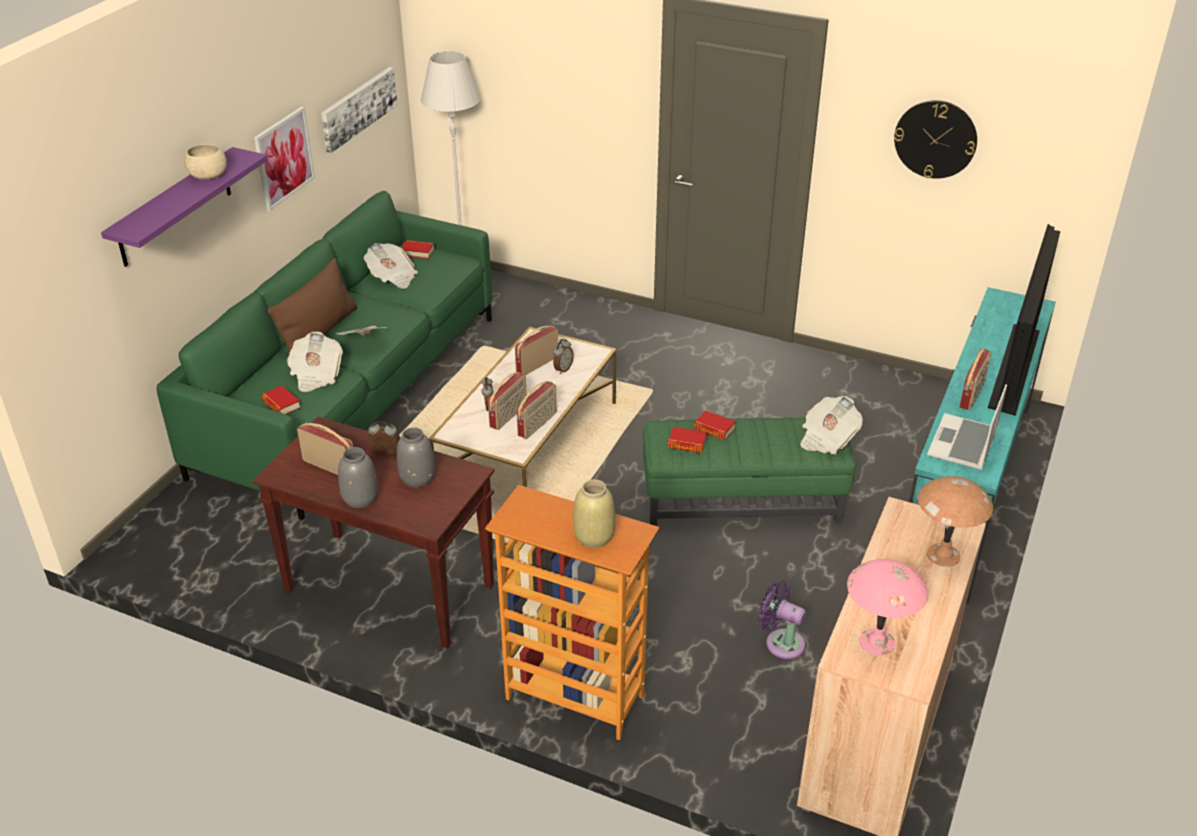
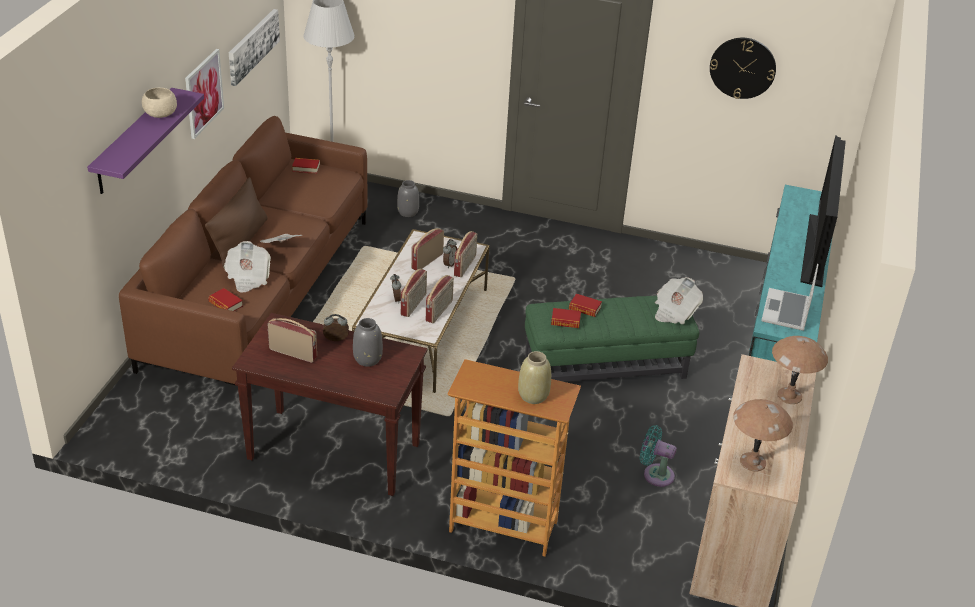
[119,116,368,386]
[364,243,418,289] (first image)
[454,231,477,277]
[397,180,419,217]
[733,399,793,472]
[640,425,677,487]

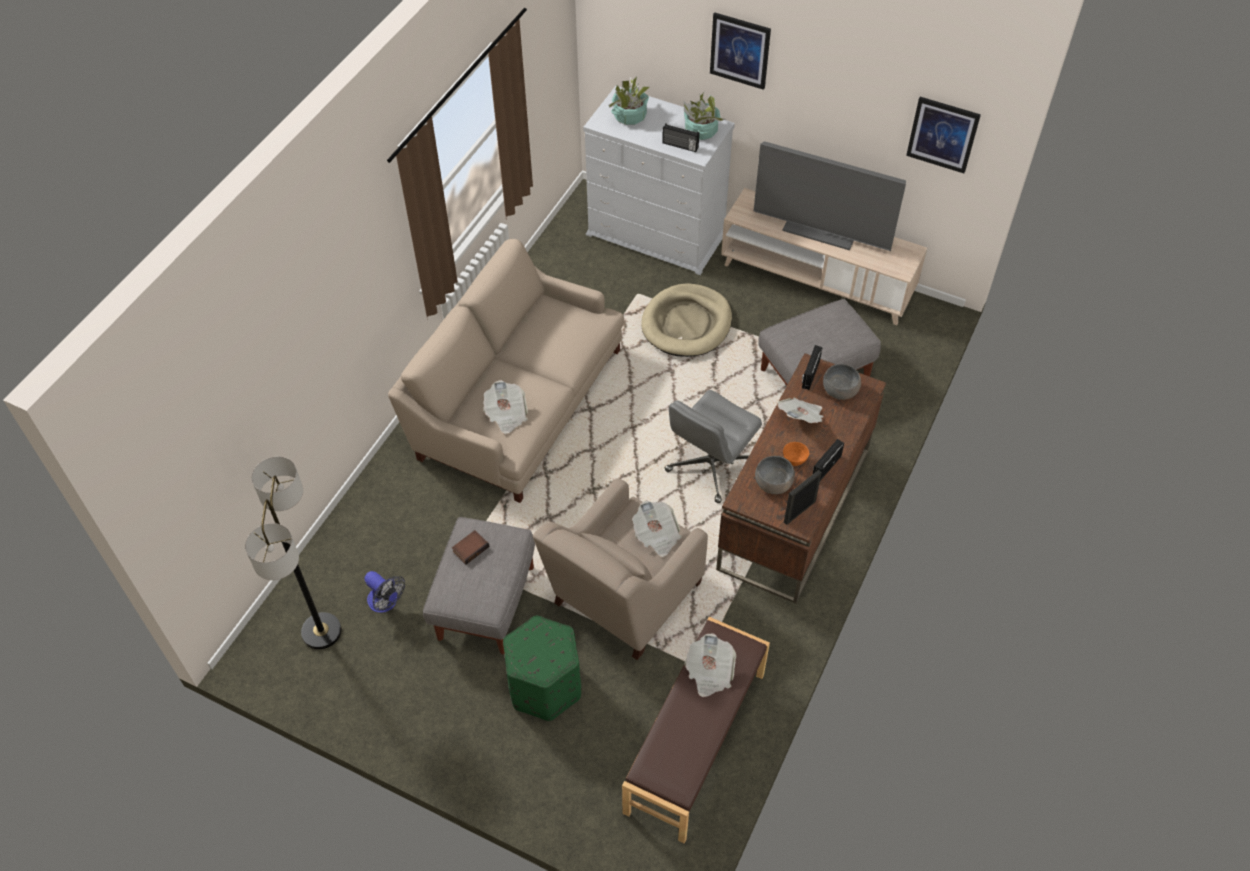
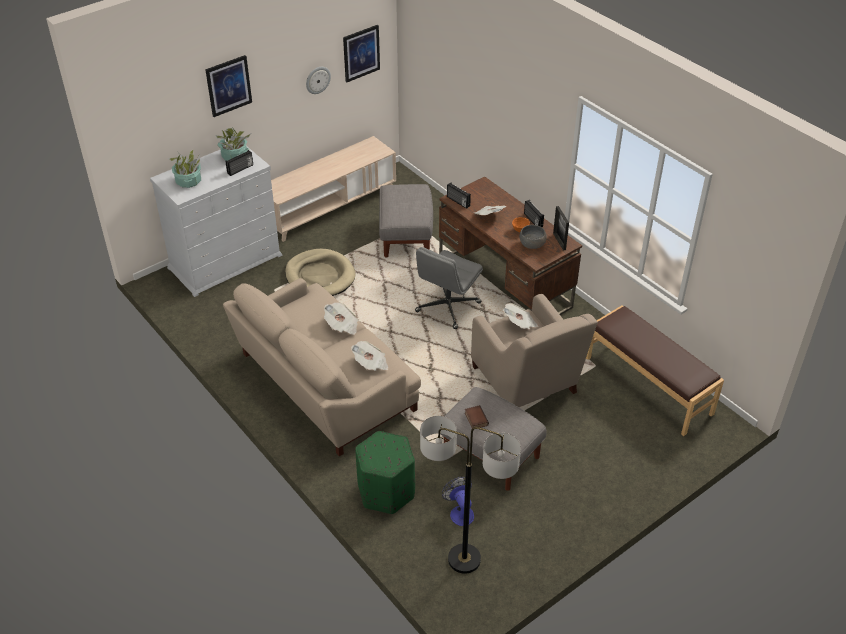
[754,141,906,251] (first image)
[823,364,861,400] (first image)
[415,247,483,329]
[442,477,474,526]
[355,431,415,514]
[324,302,359,335]
[306,67,331,94]

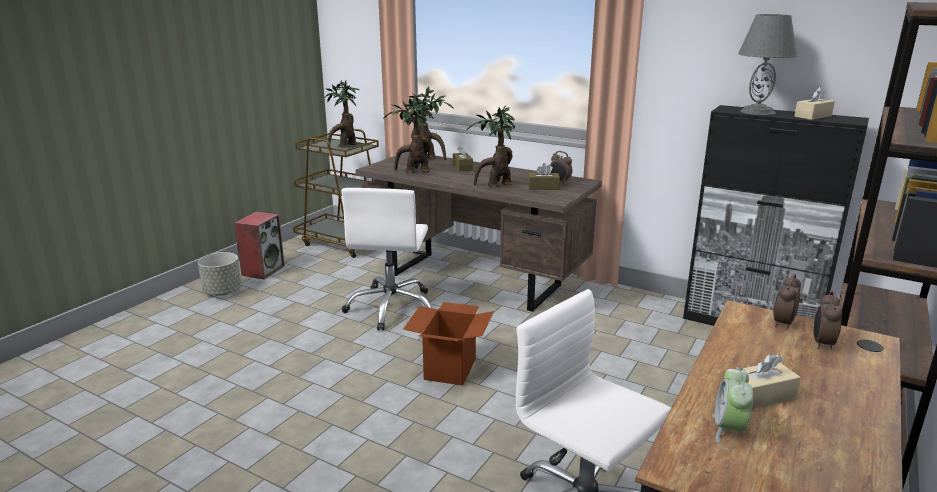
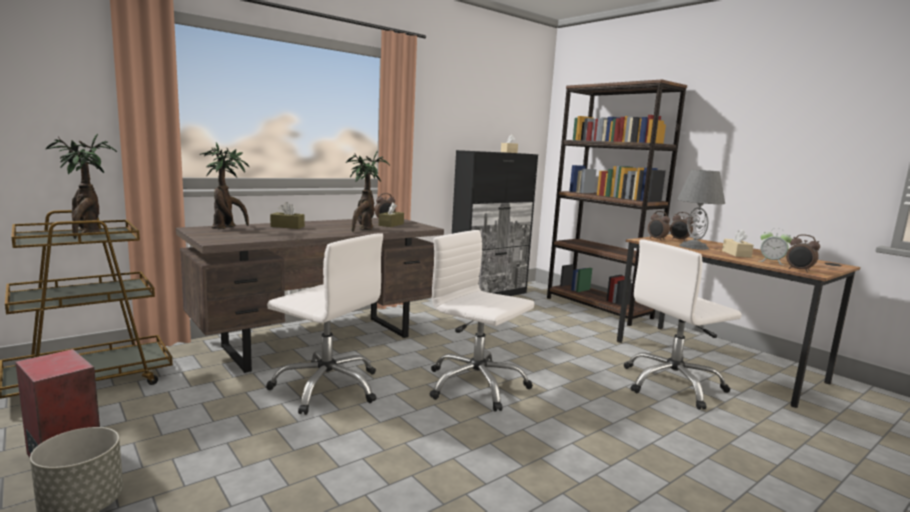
[677,170,725,250]
[383,97,434,173] (first image)
[430,230,534,411]
[786,234,820,273]

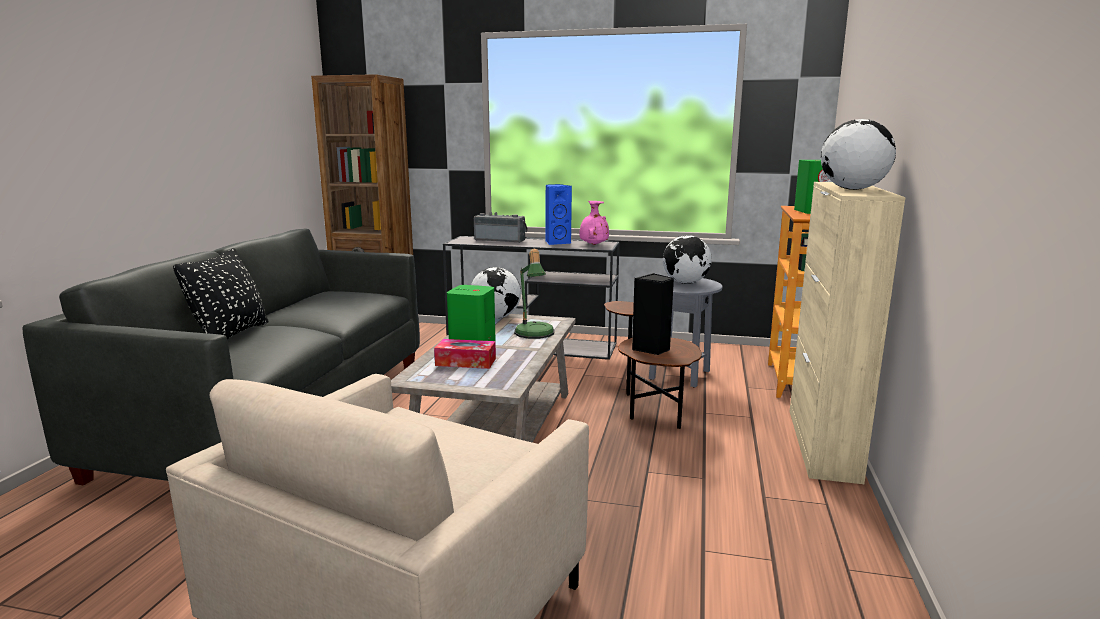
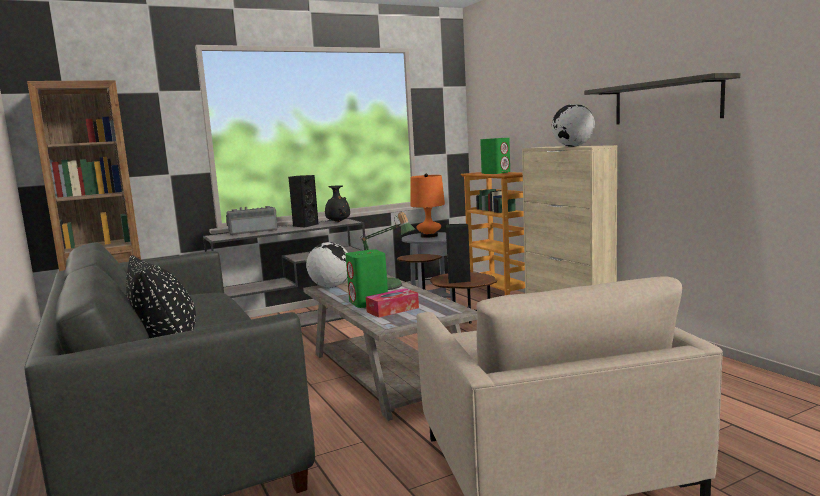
[288,175,318,228]
[325,185,350,222]
[410,173,445,238]
[584,73,740,125]

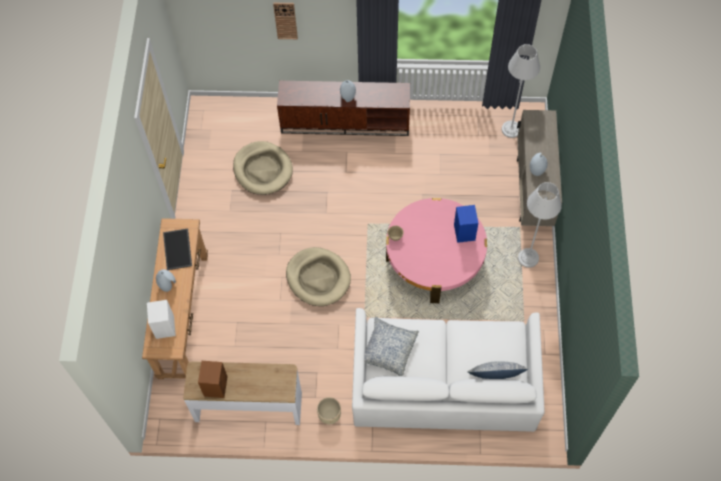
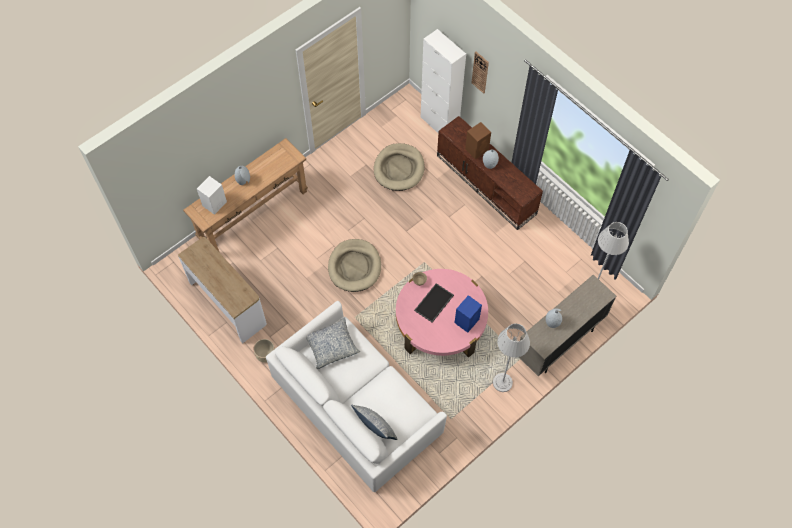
[414,283,454,323]
[465,122,491,159]
[421,29,466,133]

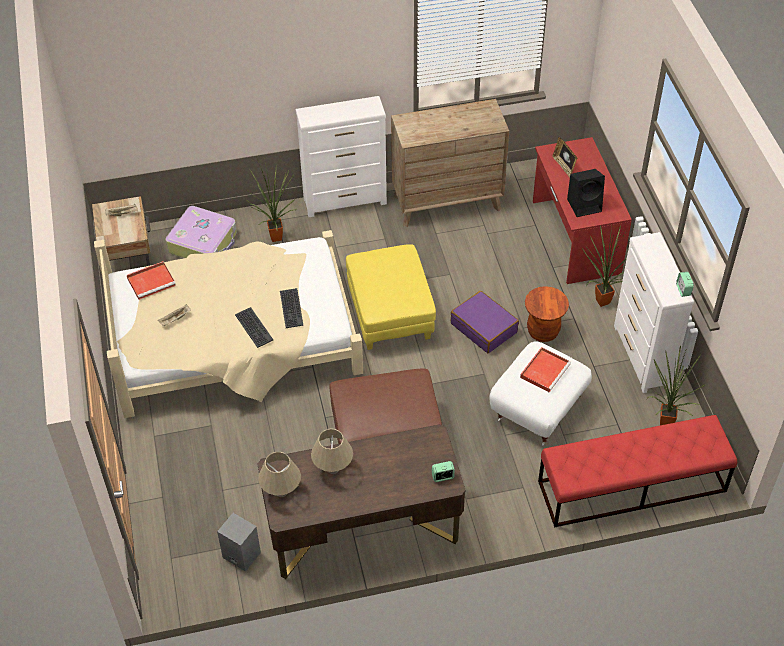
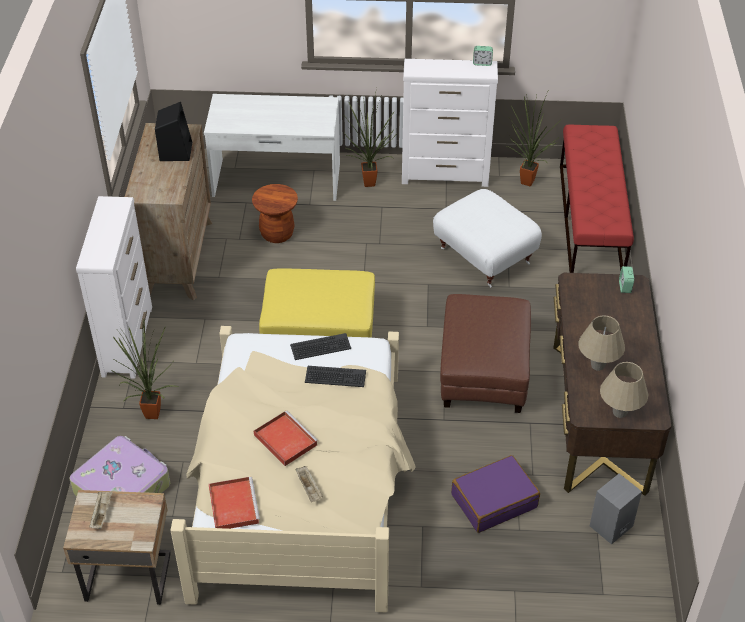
[204,94,340,201]
[552,137,577,178] (first image)
[155,102,192,161]
[252,184,298,243]
[451,455,540,533]
[290,333,351,360]
[254,410,318,466]

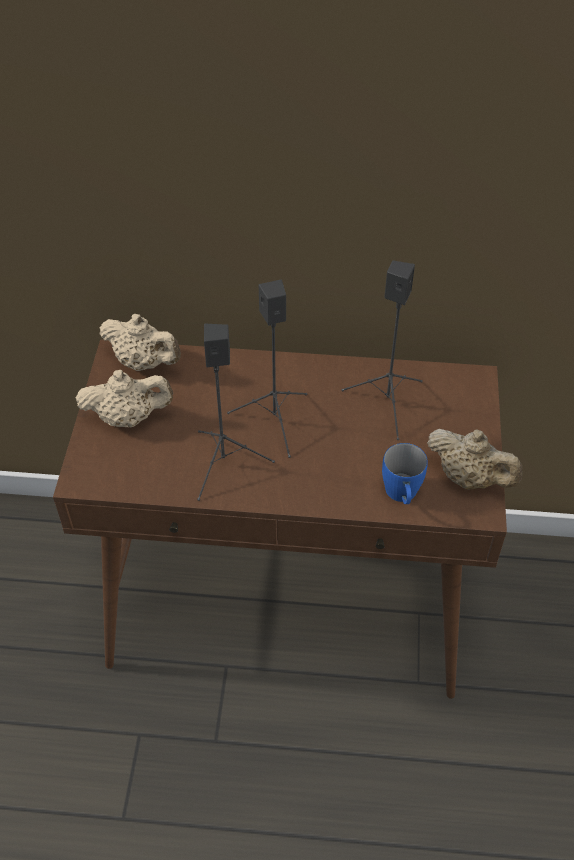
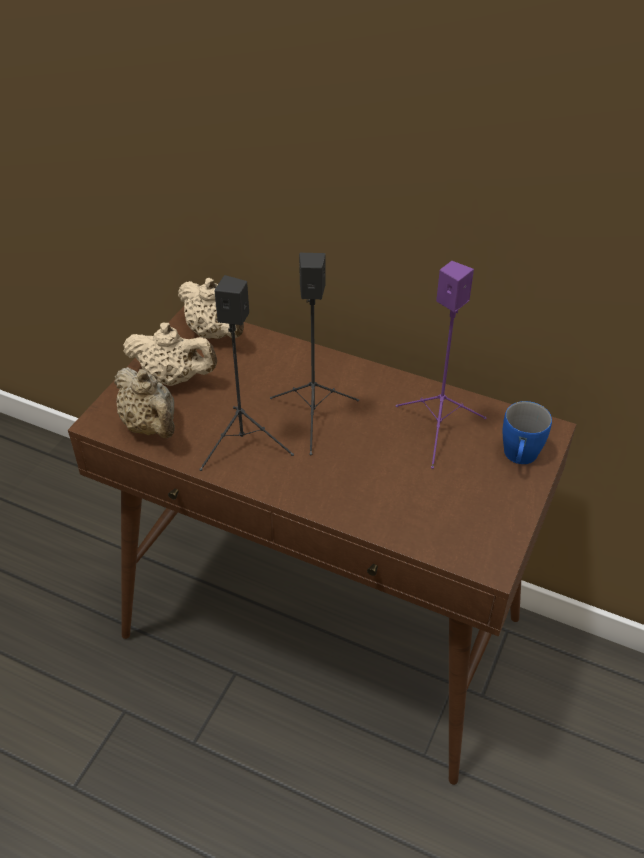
[396,261,487,469]
[114,367,175,438]
[503,401,552,464]

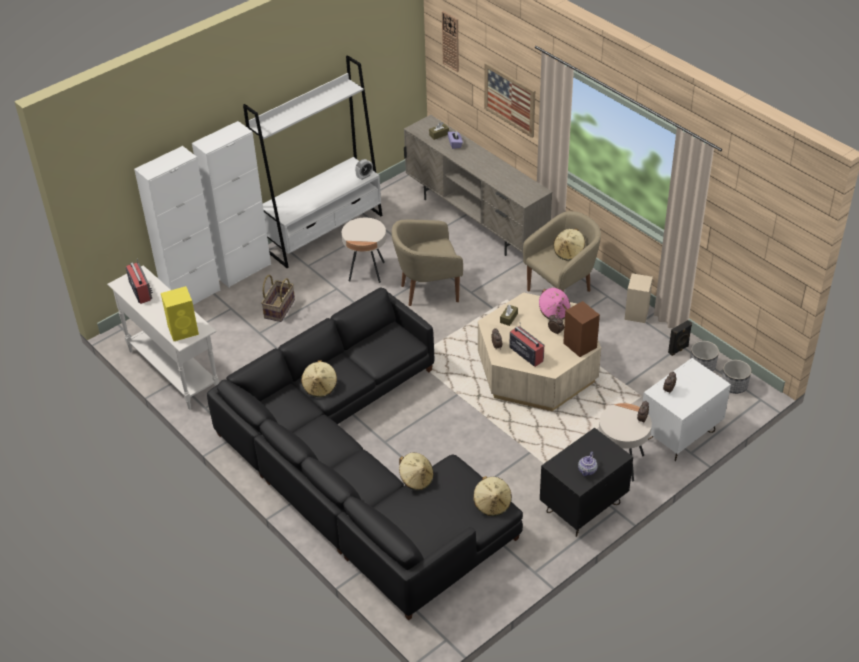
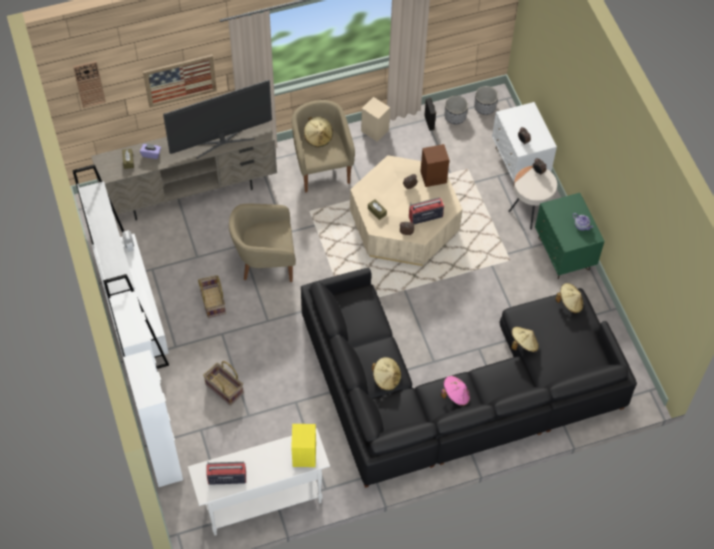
[198,275,226,318]
[229,204,296,282]
[441,376,470,406]
[535,193,605,279]
[163,80,272,159]

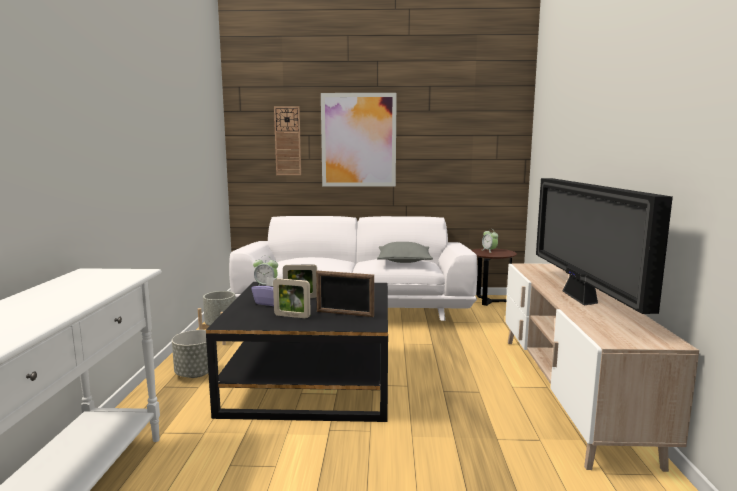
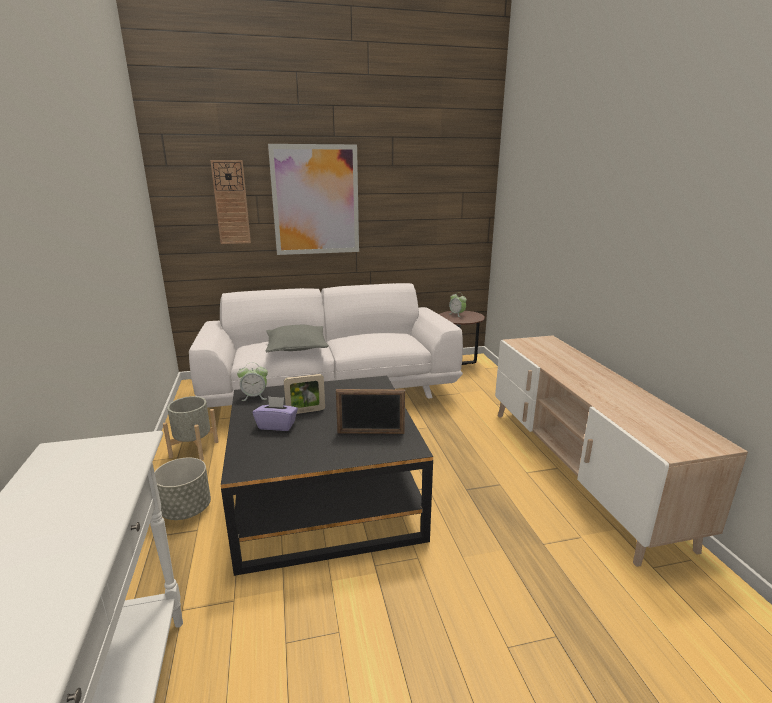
[536,178,673,314] (first image)
[265,325,329,352]
[273,278,311,318] (first image)

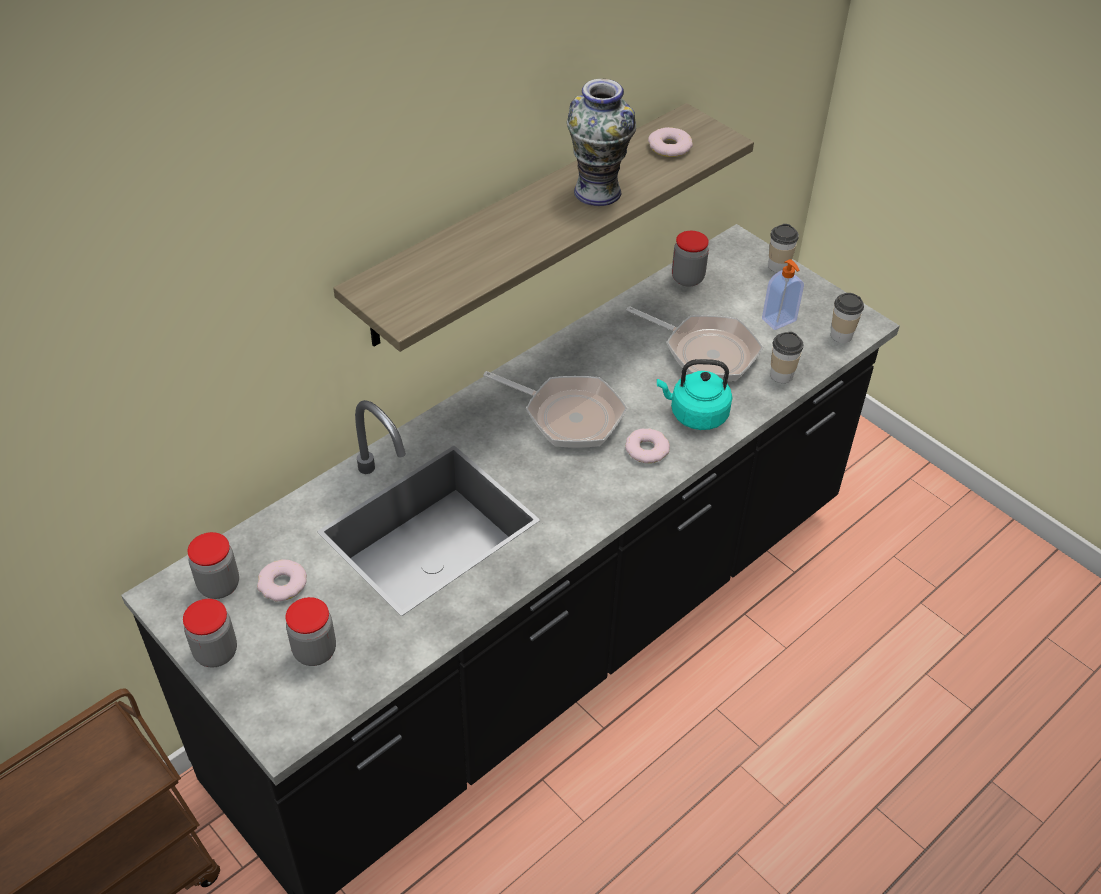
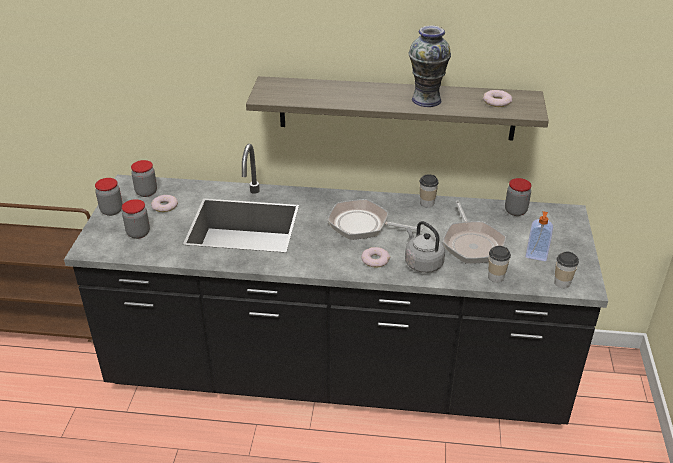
[420,174,439,207]
[405,221,445,273]
[327,199,423,240]

